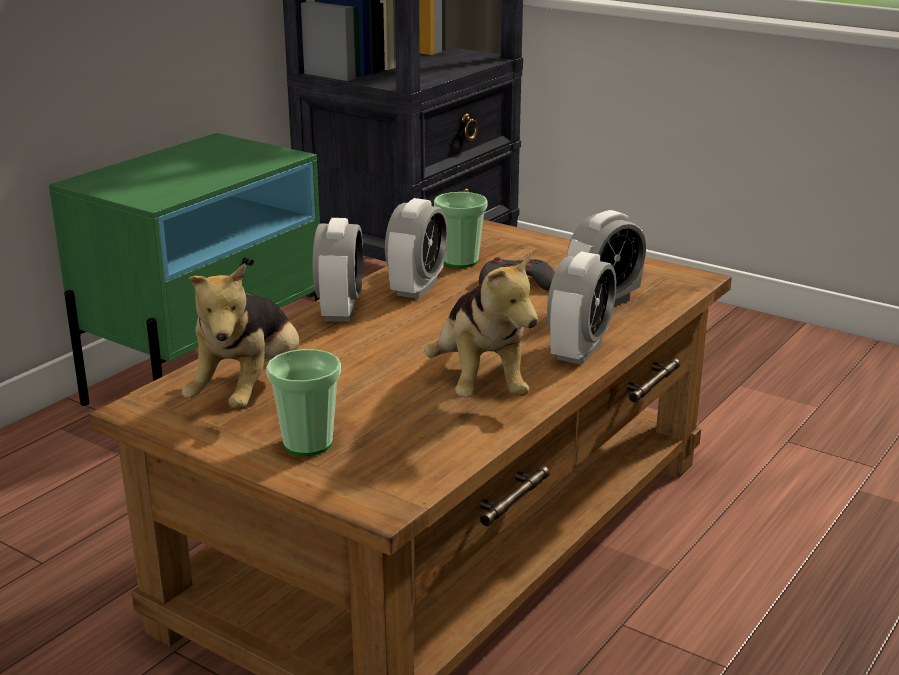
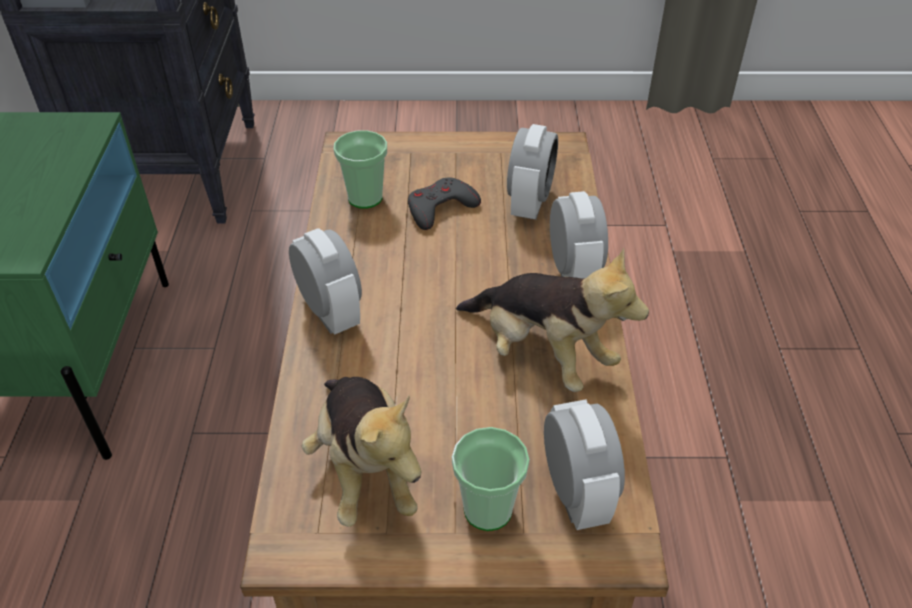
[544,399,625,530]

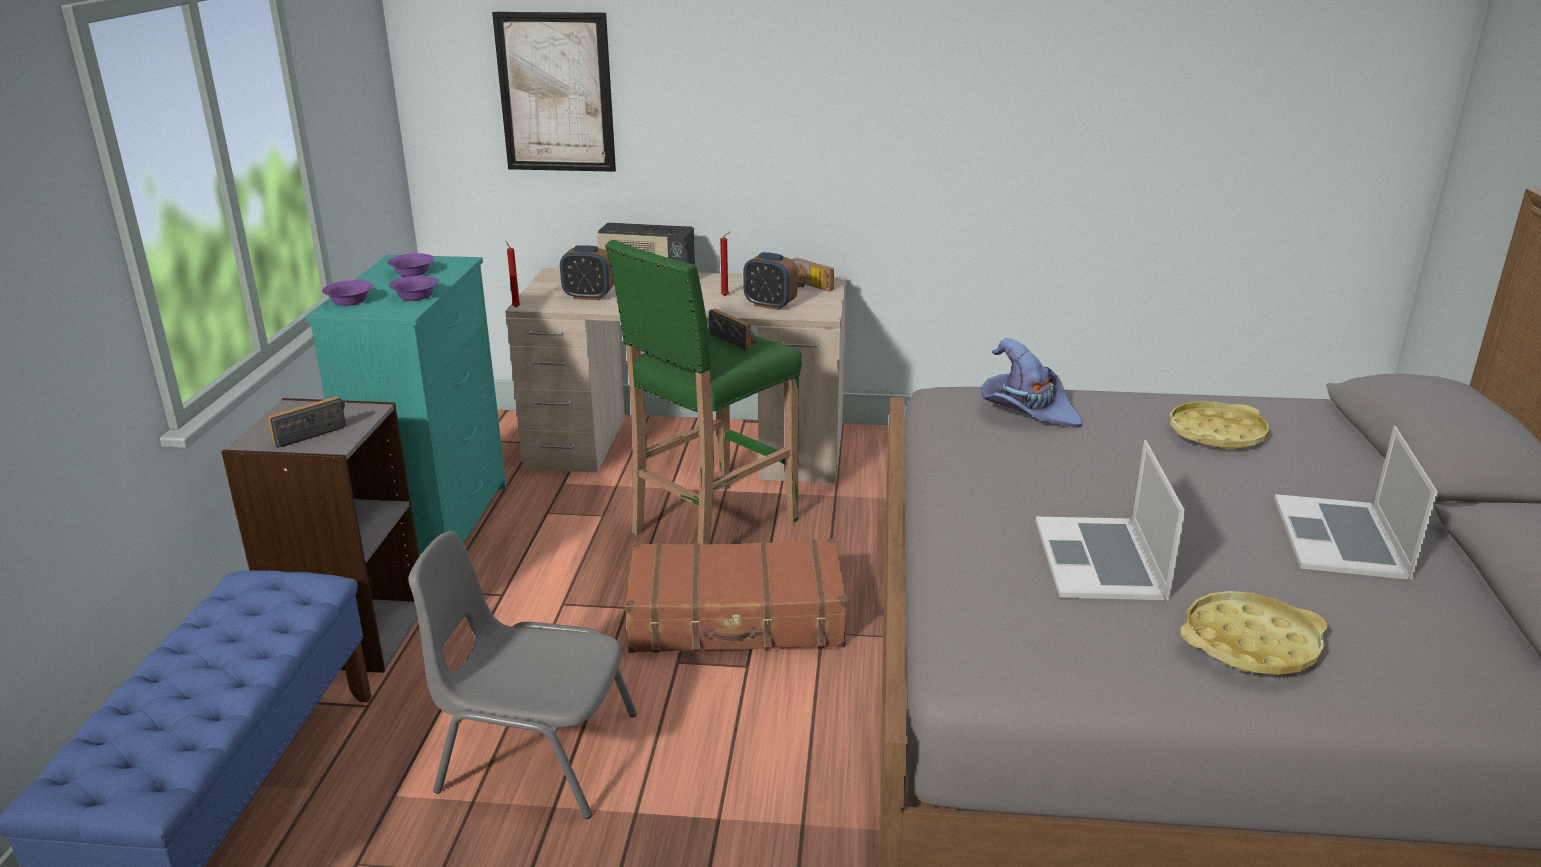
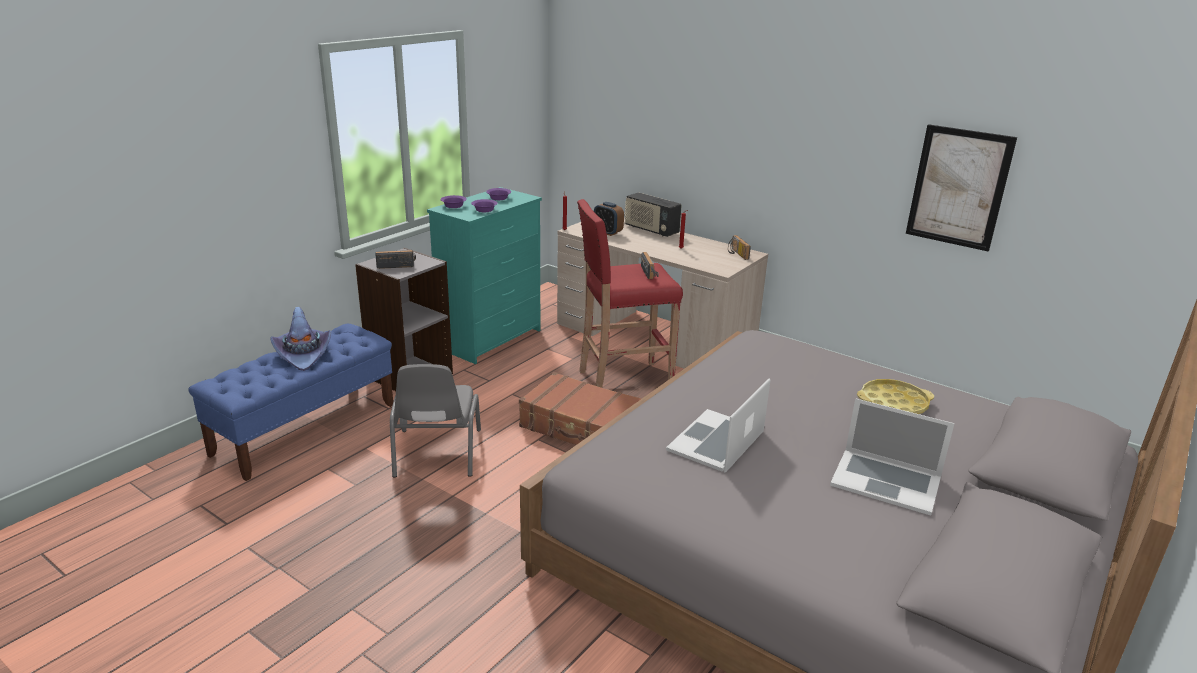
[906,124,1017,252]
[577,199,683,388]
[743,252,798,310] (first image)
[270,307,331,371]
[830,398,955,516]
[390,364,481,478]
[1180,591,1328,675] (first image)

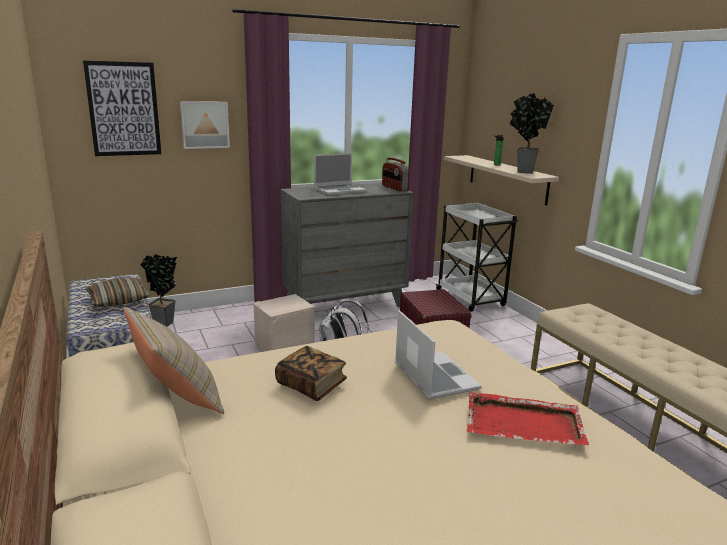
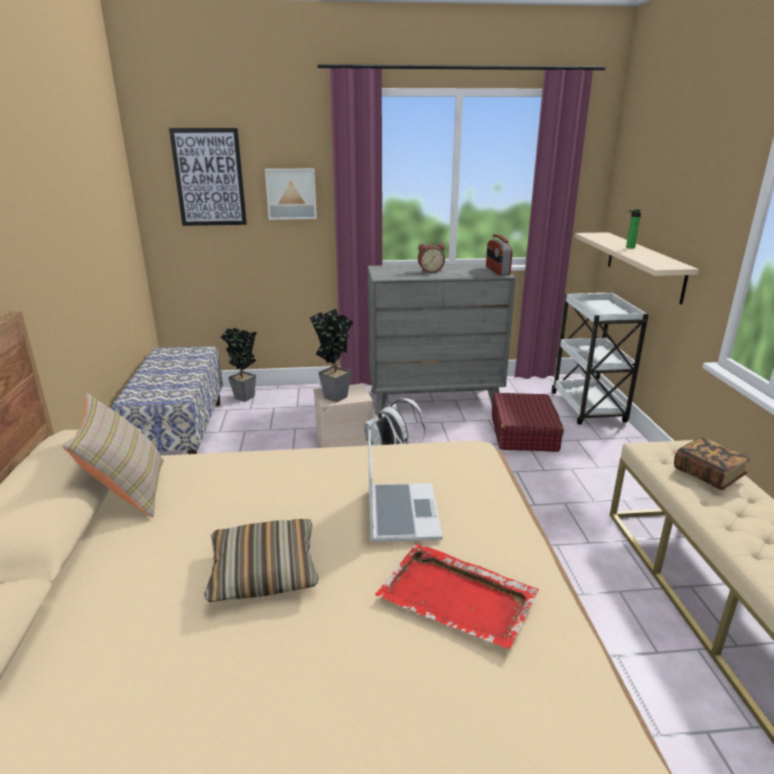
[310,309,353,402]
[418,243,445,273]
[204,519,319,602]
[674,437,750,490]

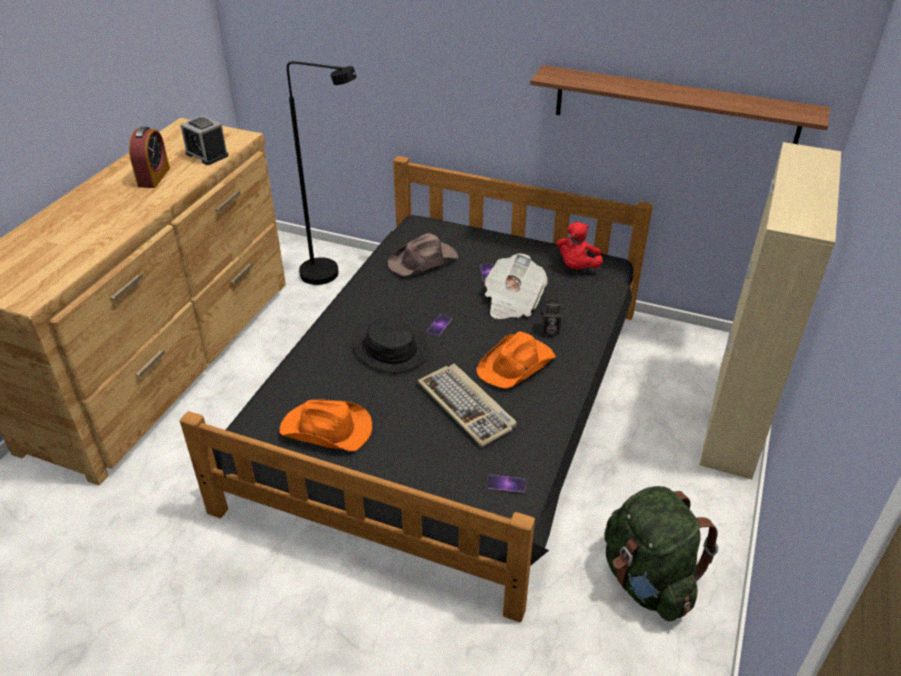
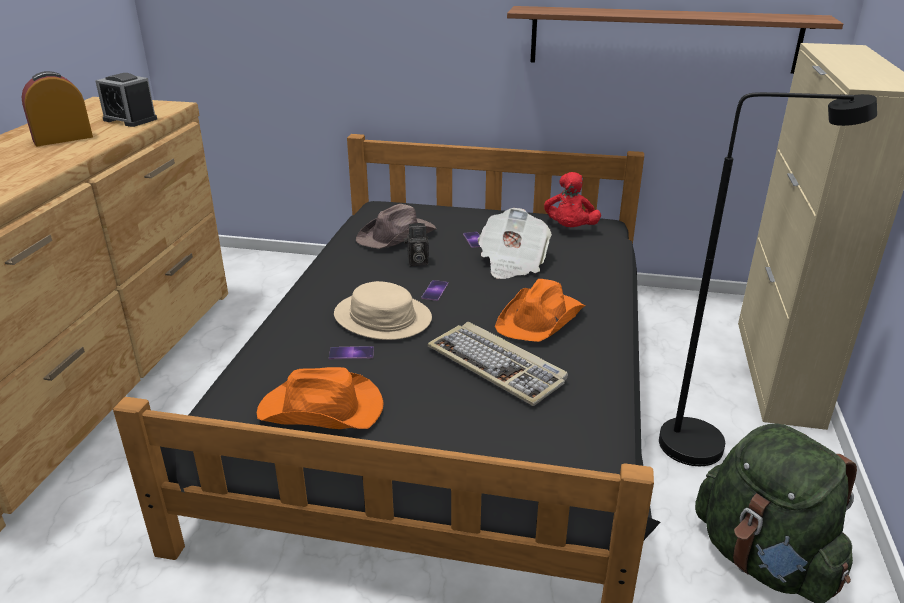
[659,92,877,466]
[21,71,93,146]
[404,223,429,266]
[334,281,432,340]
[329,346,374,359]

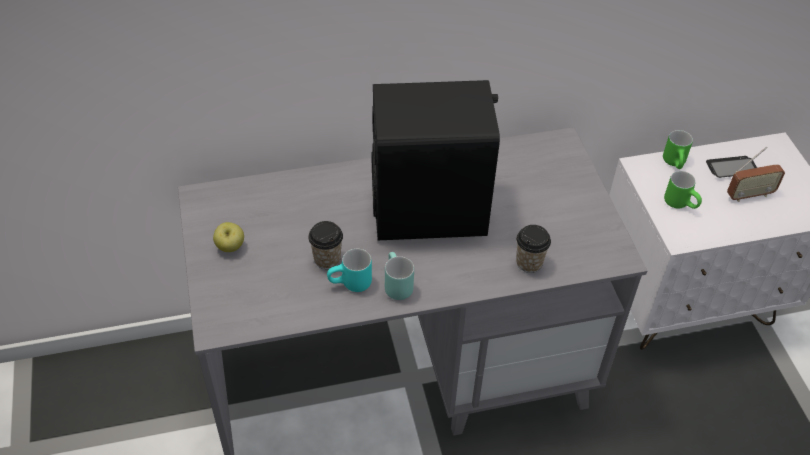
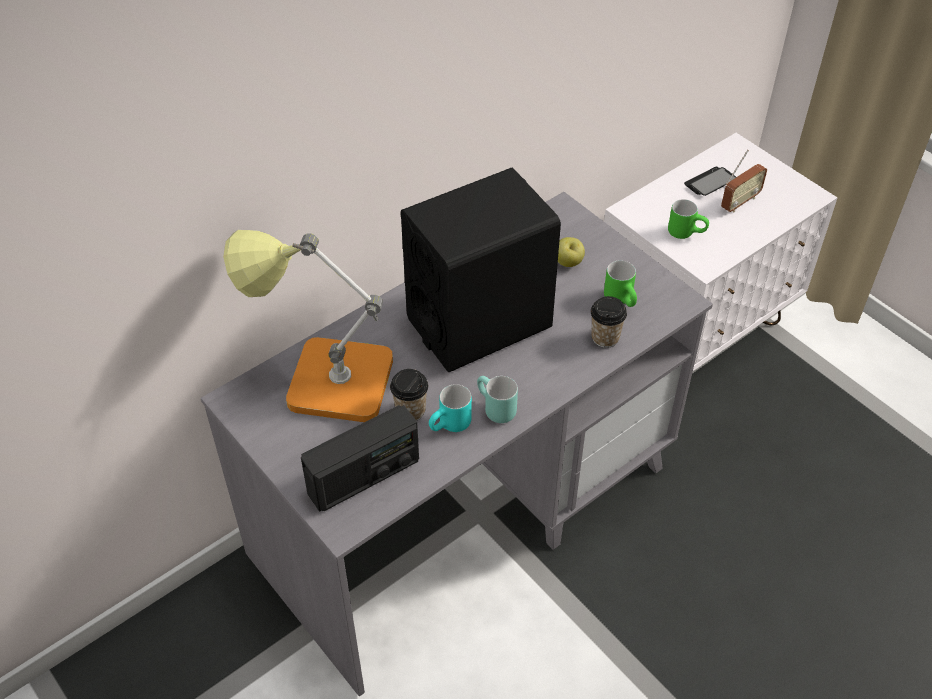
[604,260,637,307]
[558,237,585,267]
[223,230,393,422]
[301,405,419,512]

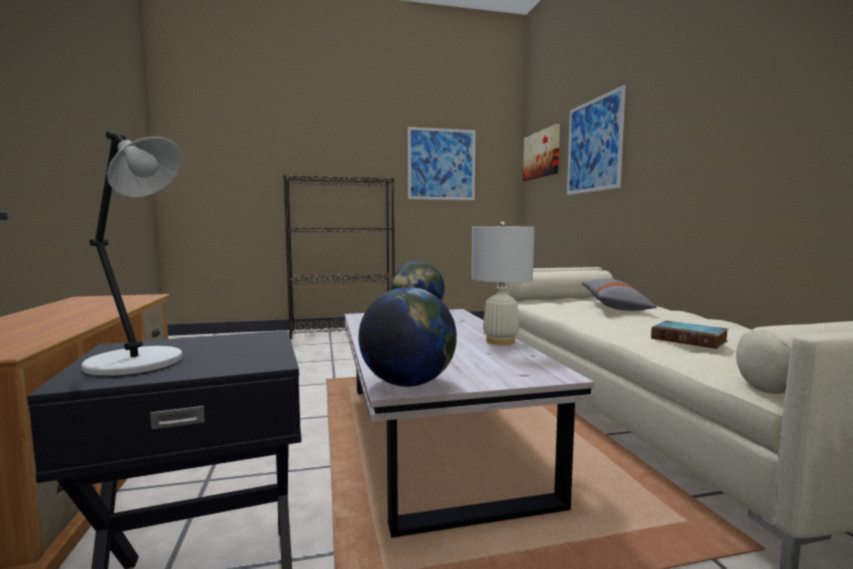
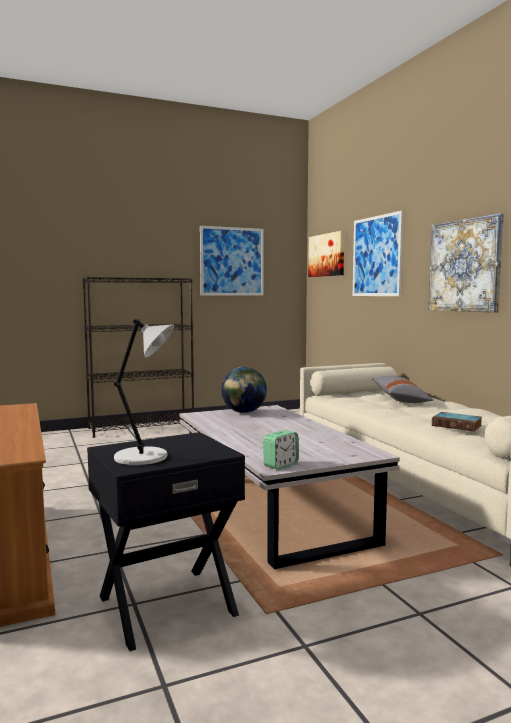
[471,222,534,345] (first image)
[263,430,299,470]
[429,213,504,313]

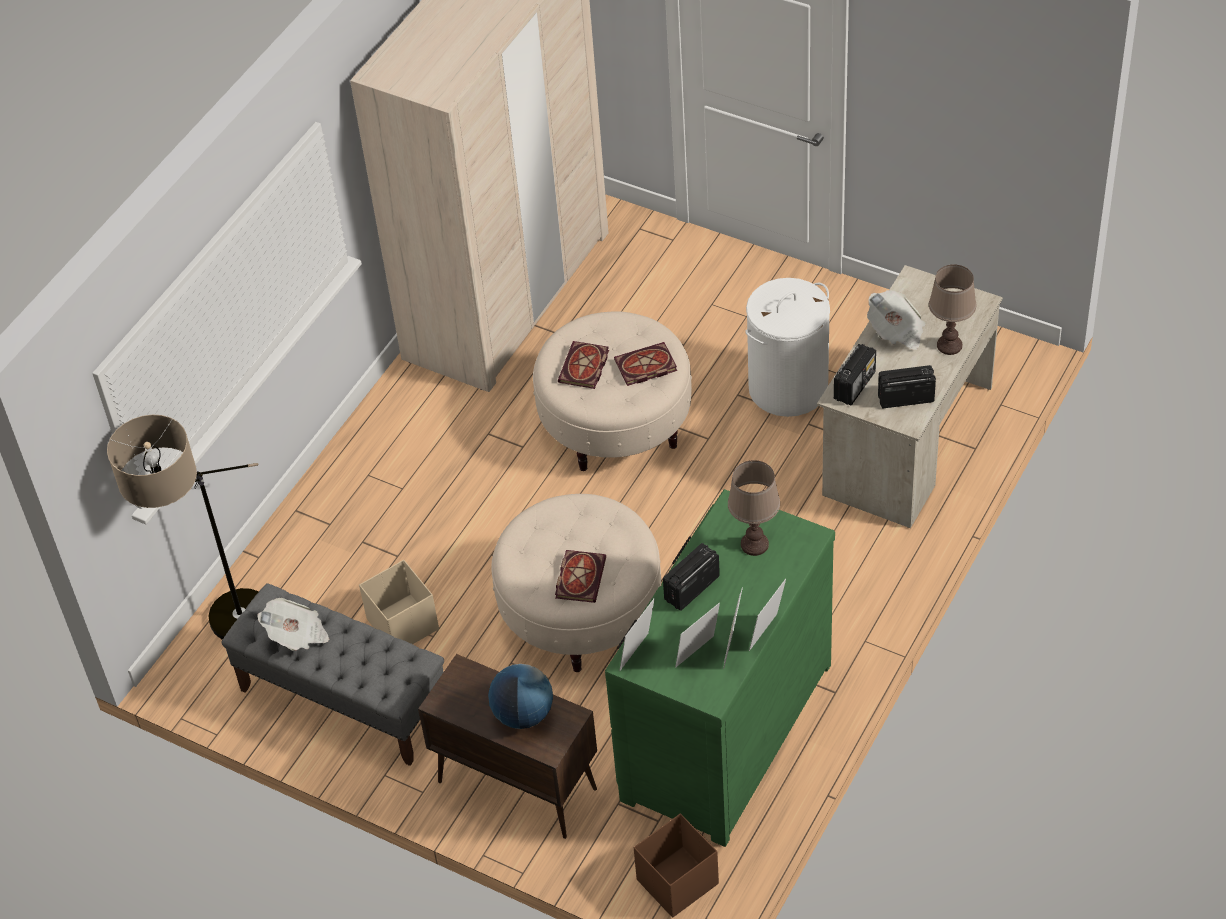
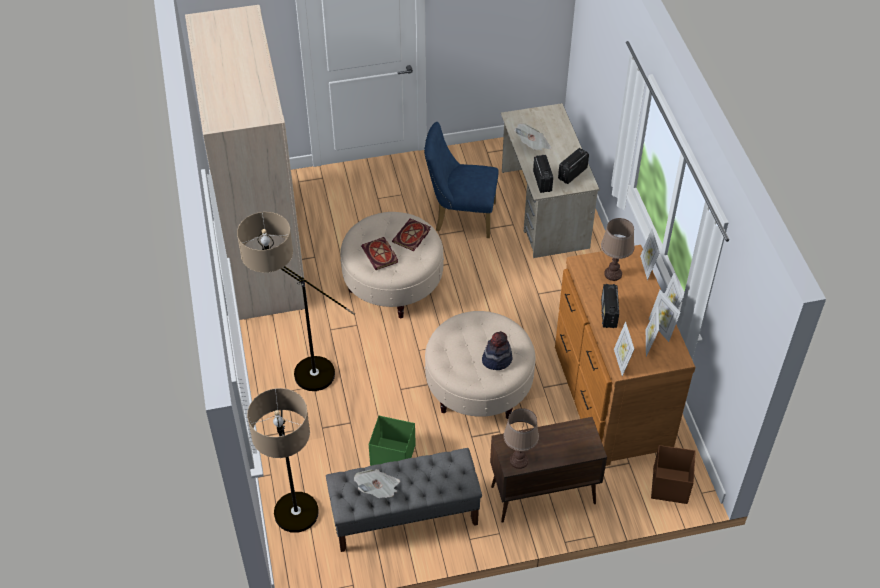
[503,408,539,469]
[424,122,499,238]
[555,245,696,466]
[482,331,512,370]
[369,416,416,466]
[488,664,553,729] (first image)
[237,212,355,391]
[640,229,660,280]

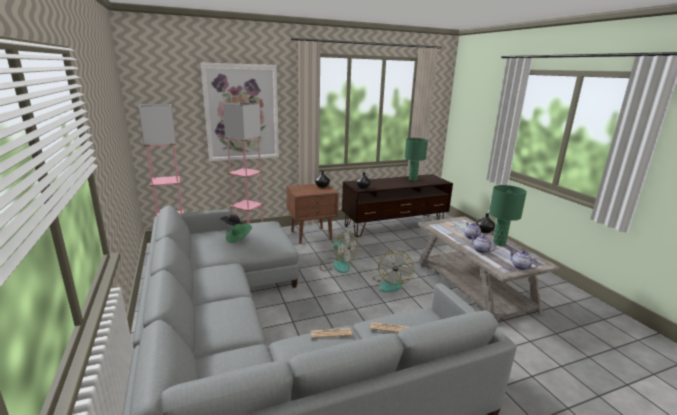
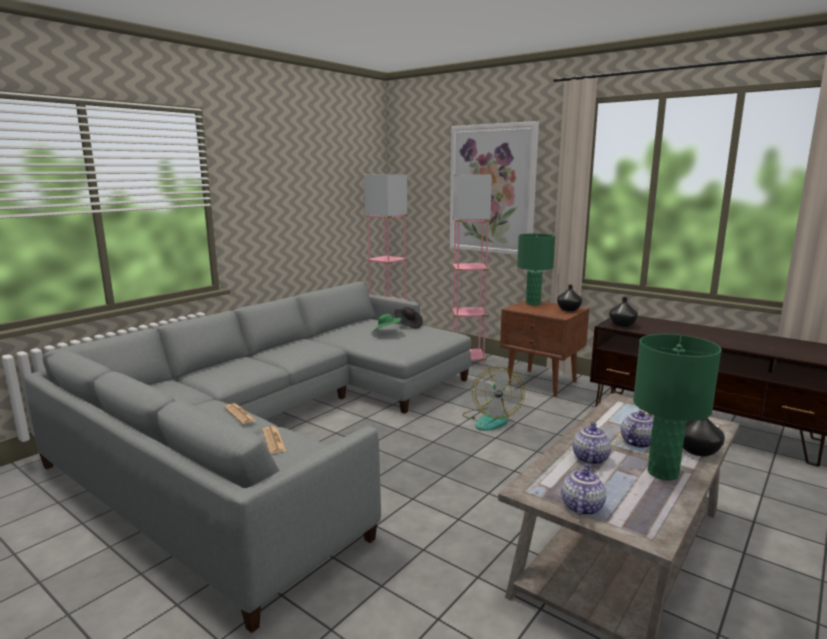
[517,234,555,305]
[373,250,414,292] (first image)

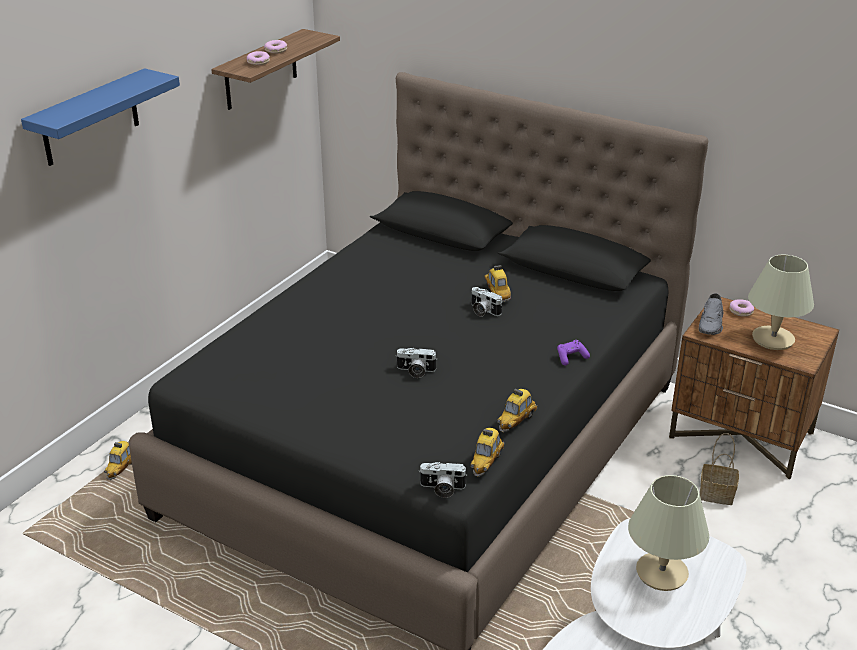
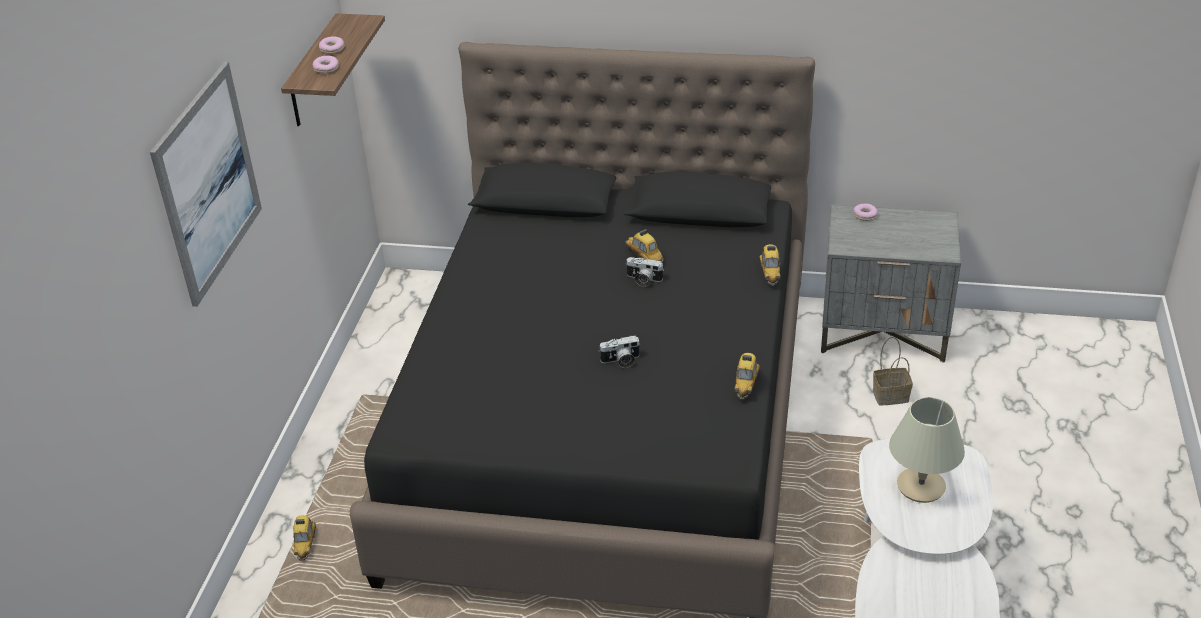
[150,62,262,307]
[748,255,814,350] (first image)
[699,293,724,335] (first image)
[821,204,961,363]
[557,340,590,366] (first image)
[759,244,781,285]
[418,462,467,498] (first image)

